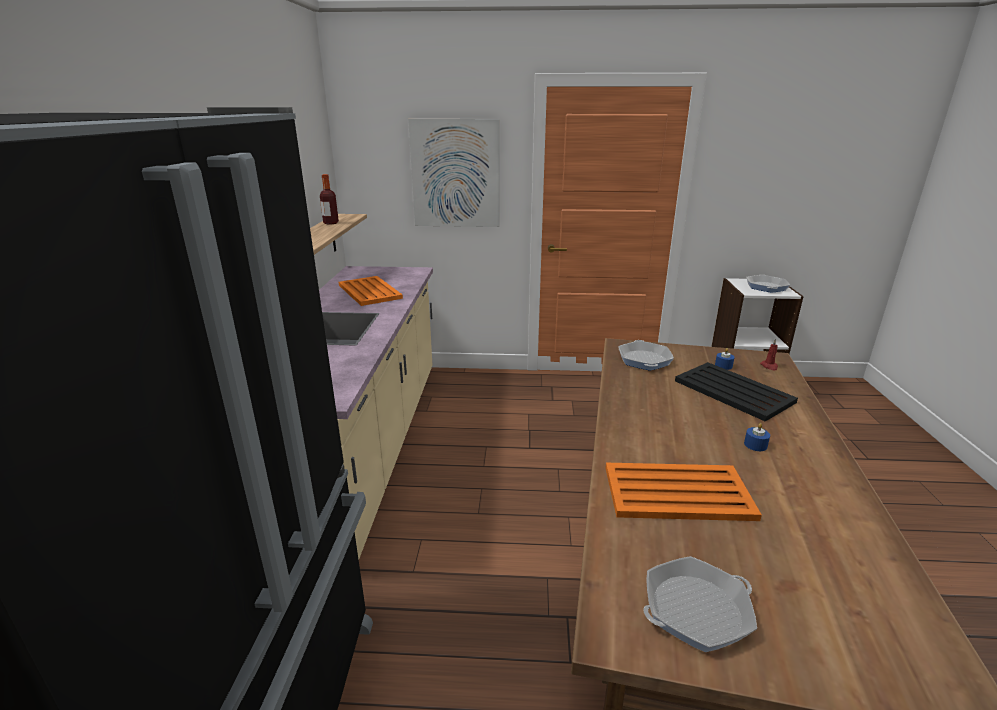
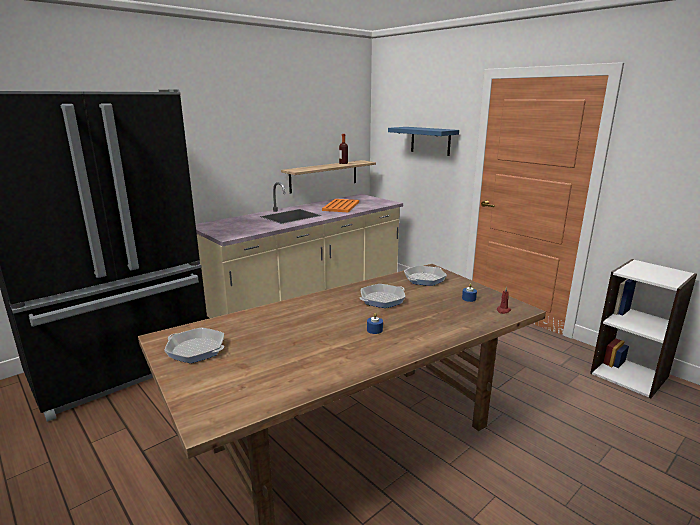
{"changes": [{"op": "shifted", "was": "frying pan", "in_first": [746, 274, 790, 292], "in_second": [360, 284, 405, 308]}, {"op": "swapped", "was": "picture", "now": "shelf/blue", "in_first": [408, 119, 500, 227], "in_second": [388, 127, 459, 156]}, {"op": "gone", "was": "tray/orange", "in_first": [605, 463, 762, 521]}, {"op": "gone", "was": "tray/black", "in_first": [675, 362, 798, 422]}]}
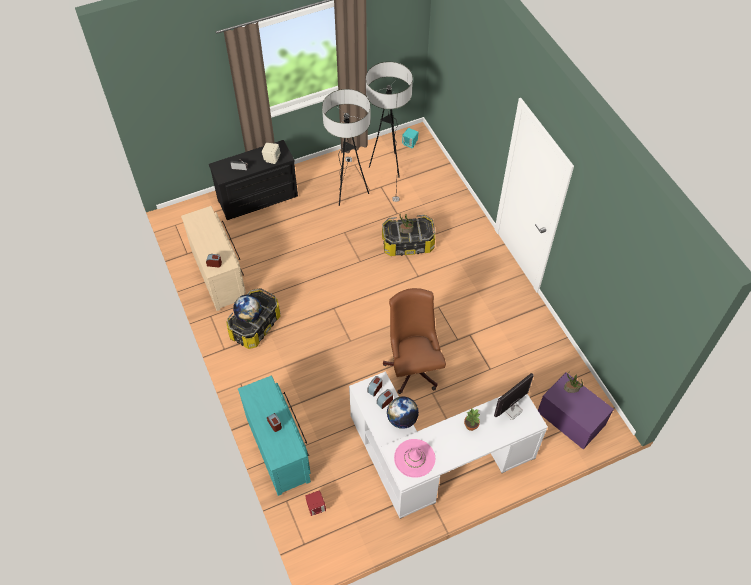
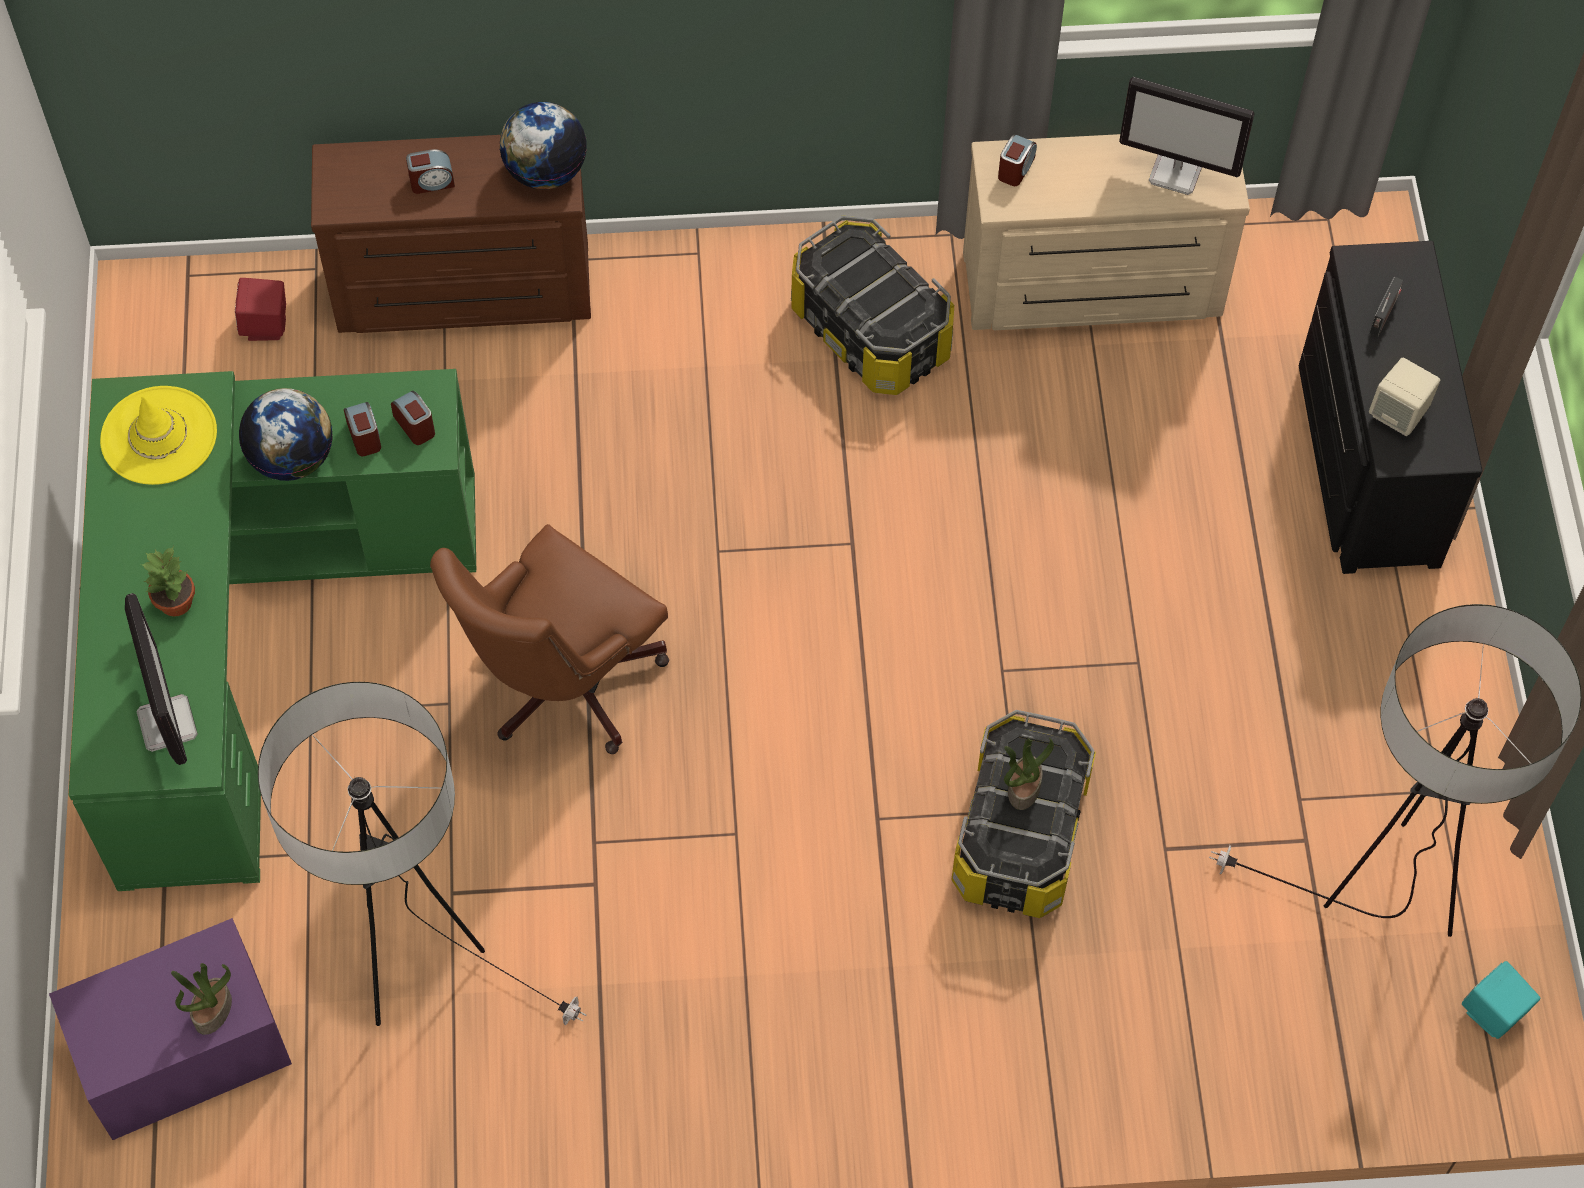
{"changes": [{"op": "repainted", "was": "desk/white", "now": "desk/green", "in_first": [349, 371, 548, 519], "in_second": [69, 369, 476, 891]}, {"op": "repainted", "was": "hat/pink", "now": "hat/yellow", "in_first": [394, 439, 435, 478], "in_second": [100, 386, 217, 485]}, {"op": "shifted", "was": "floor lamp", "in_first": [322, 89, 371, 206], "in_second": [258, 682, 587, 1026]}, {"op": "repainted", "was": "dresser/turquoise", "now": "dresser/brown", "in_first": [238, 376, 311, 496], "in_second": [311, 135, 591, 333]}, {"op": "rotated", "was": "office chair/brown", "in_first": [383, 288, 446, 394], "in_second": [430, 524, 669, 754], "clockwise": 120}, {"op": "shifted", "was": "globe", "in_first": [233, 295, 262, 323], "in_second": [499, 102, 586, 189]}, {"op": "new", "now": "monitor", "in_second": [1119, 77, 1255, 195]}]}
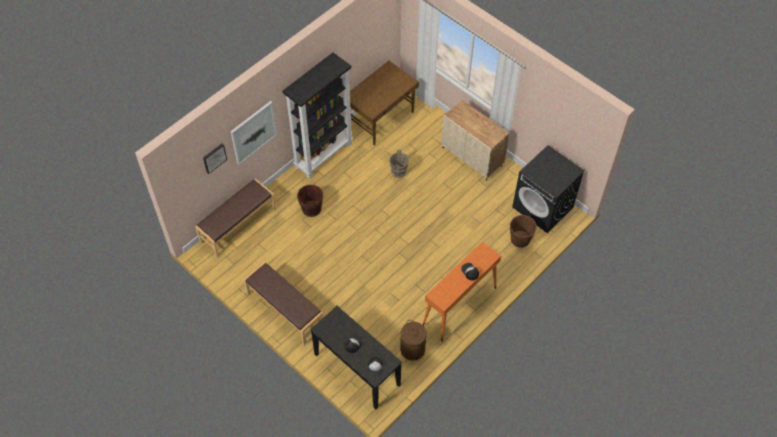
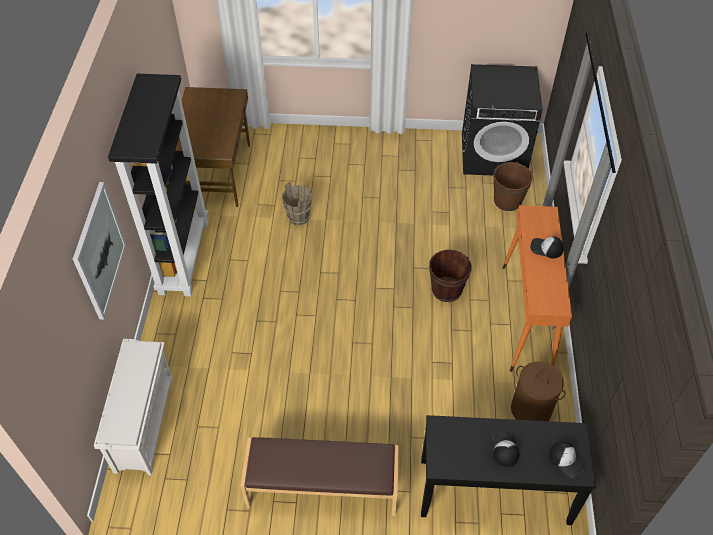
{"changes": [{"op": "swapped", "was": "bench/brown", "now": "shoe rack/white", "in_first": [195, 178, 276, 258], "in_second": [94, 339, 173, 476]}, {"op": "shifted", "was": "bucket/brown", "in_first": [297, 185, 323, 217], "in_second": [429, 250, 472, 302]}, {"op": "gone", "was": "picture", "in_first": [203, 144, 227, 174]}, {"op": "gone", "was": "cabinet/beige", "in_first": [441, 100, 509, 181]}]}
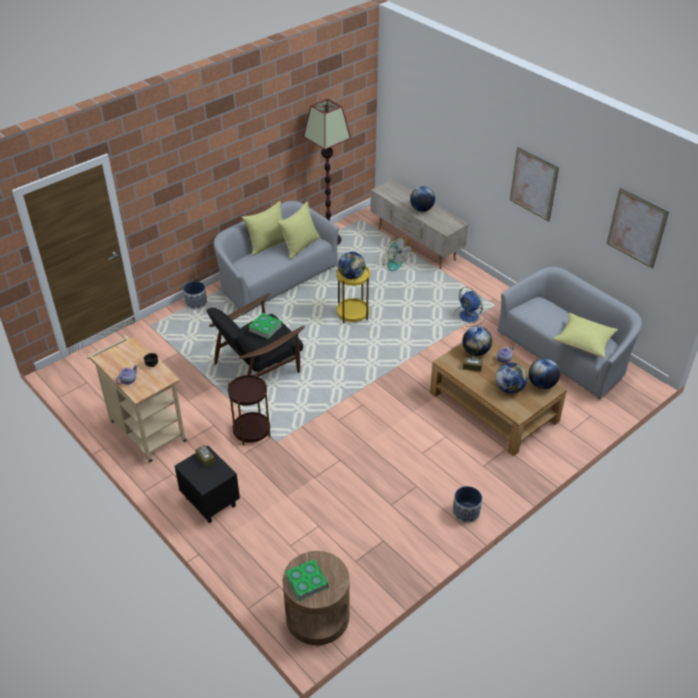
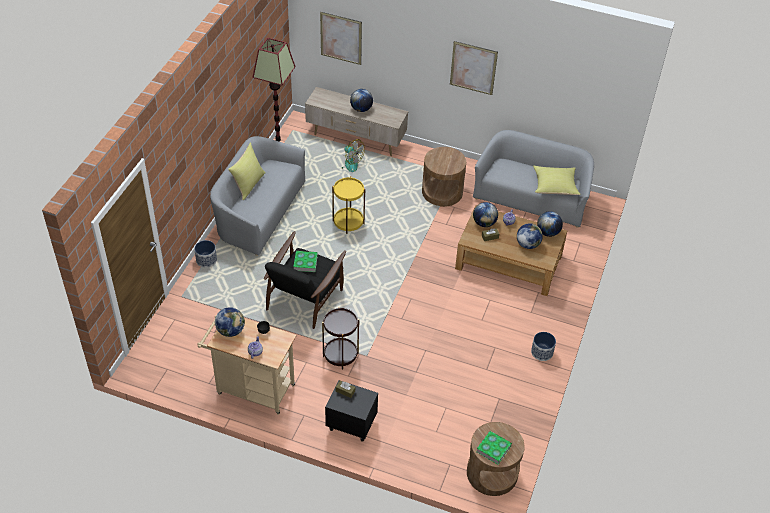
{"changes": [{"op": "shifted", "was": "globe", "in_first": [338, 252, 366, 279], "in_second": [215, 307, 245, 337]}, {"op": "shifted", "was": "picture", "in_first": [607, 188, 669, 269], "in_second": [320, 12, 362, 65]}, {"op": "swapped", "was": "fan/blue", "now": "side table/brown", "in_first": [454, 287, 486, 327], "in_second": [422, 147, 466, 207]}, {"op": "gone", "was": "pillow/yellow", "in_first": [277, 201, 321, 259]}]}
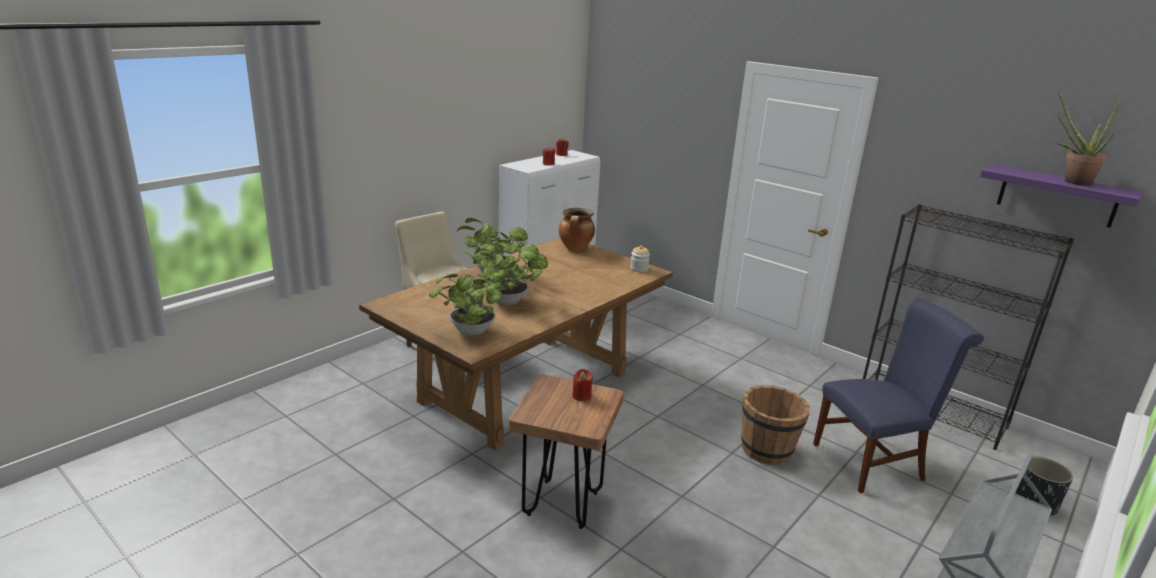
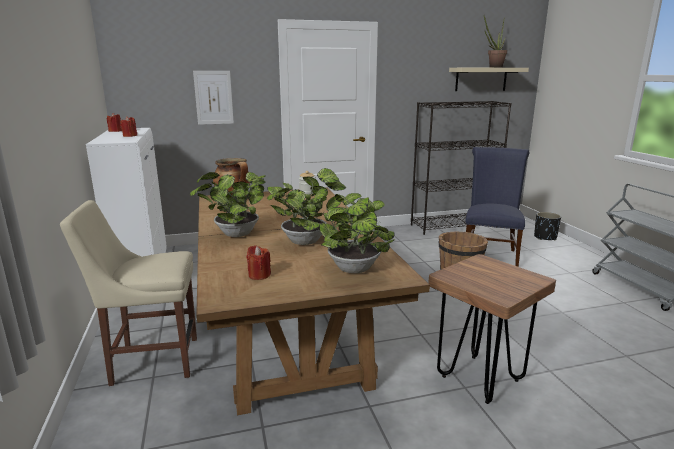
{"changes": [{"op": "new", "now": "picture", "in_second": [193, 71, 234, 125]}, {"op": "shifted", "was": "candle/red", "in_first": [572, 369, 593, 401], "in_second": [247, 245, 271, 280]}, {"op": "repainted", "was": "shelf/purple", "now": "shelf/beige", "in_first": [980, 164, 1144, 228], "in_second": [449, 68, 529, 91]}]}
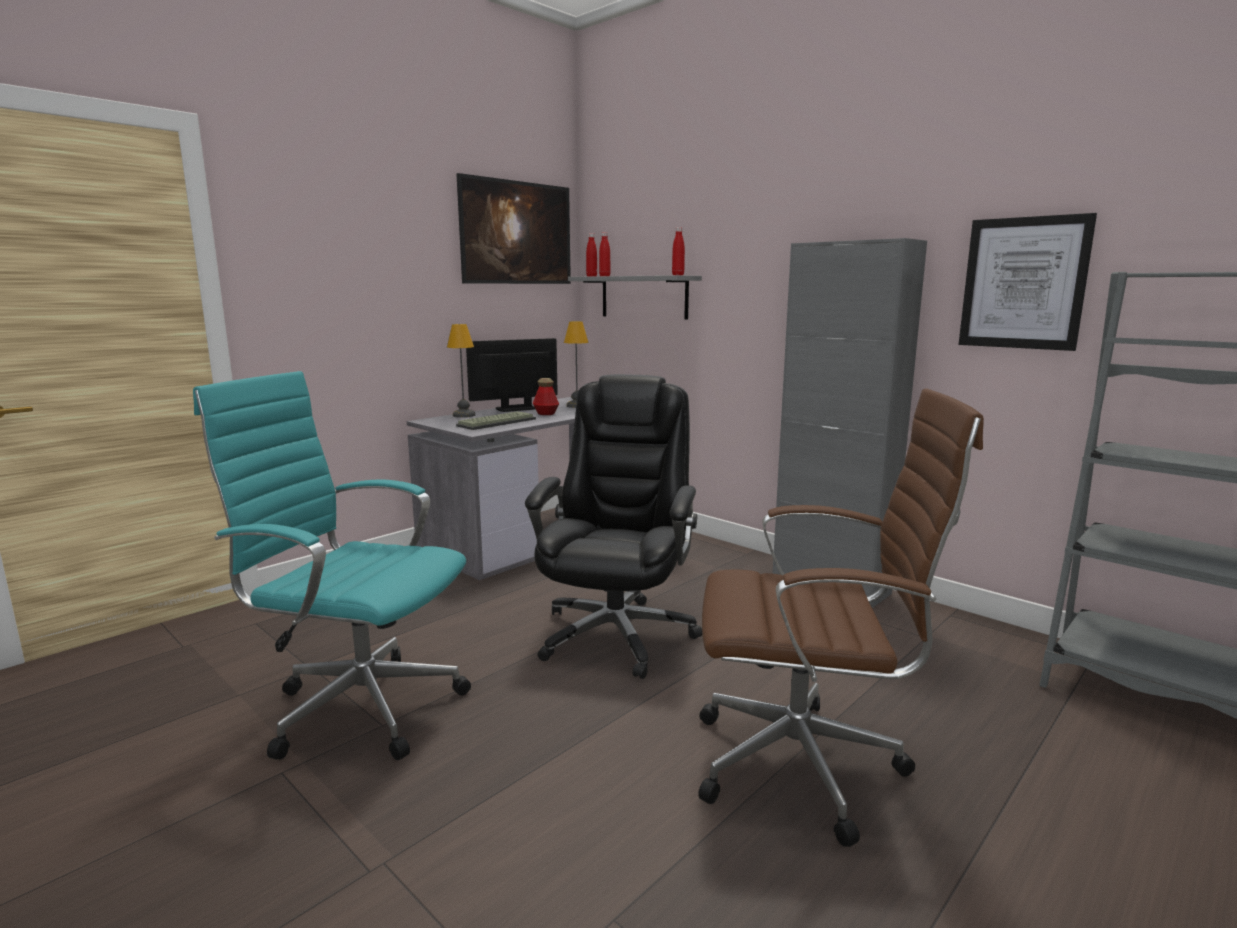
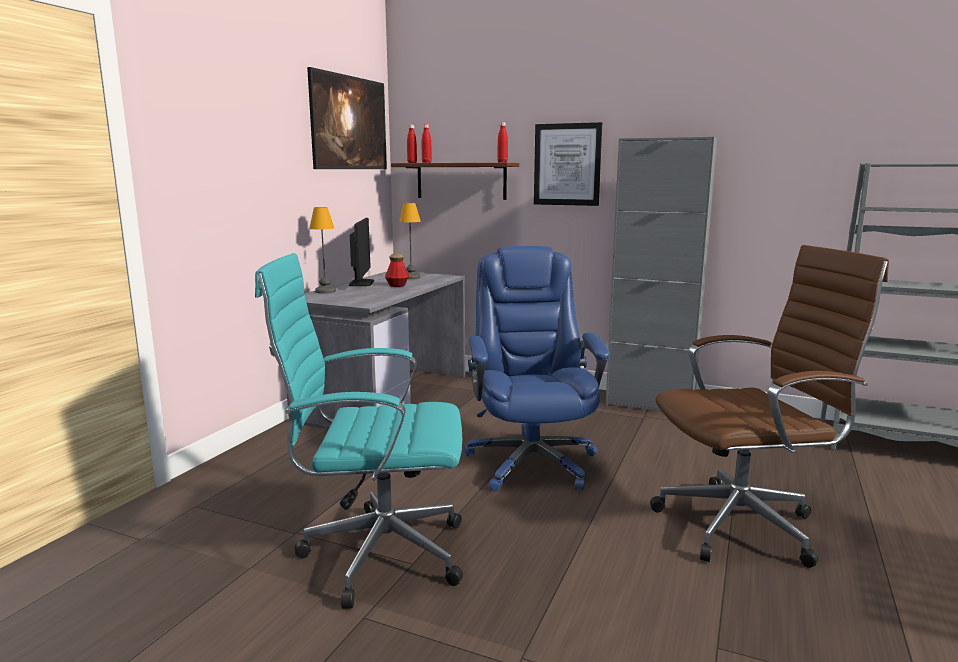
{"changes": [{"op": "rotated", "was": "monitor", "in_first": [466, 338, 558, 412], "in_second": [349, 218, 374, 286], "clockwise": 135}, {"op": "repainted", "was": "shelf/grey", "now": "shelf/brown", "in_first": [568, 275, 702, 320], "in_second": [391, 163, 519, 200]}, {"op": "repainted", "was": "office chair/black", "now": "office chair/blue", "in_first": [525, 374, 702, 679], "in_second": [464, 246, 610, 491]}, {"op": "shifted", "was": "picture", "in_first": [959, 213, 1097, 351], "in_second": [534, 122, 602, 206]}, {"op": "gone", "was": "keyboard", "in_first": [456, 411, 536, 430]}]}
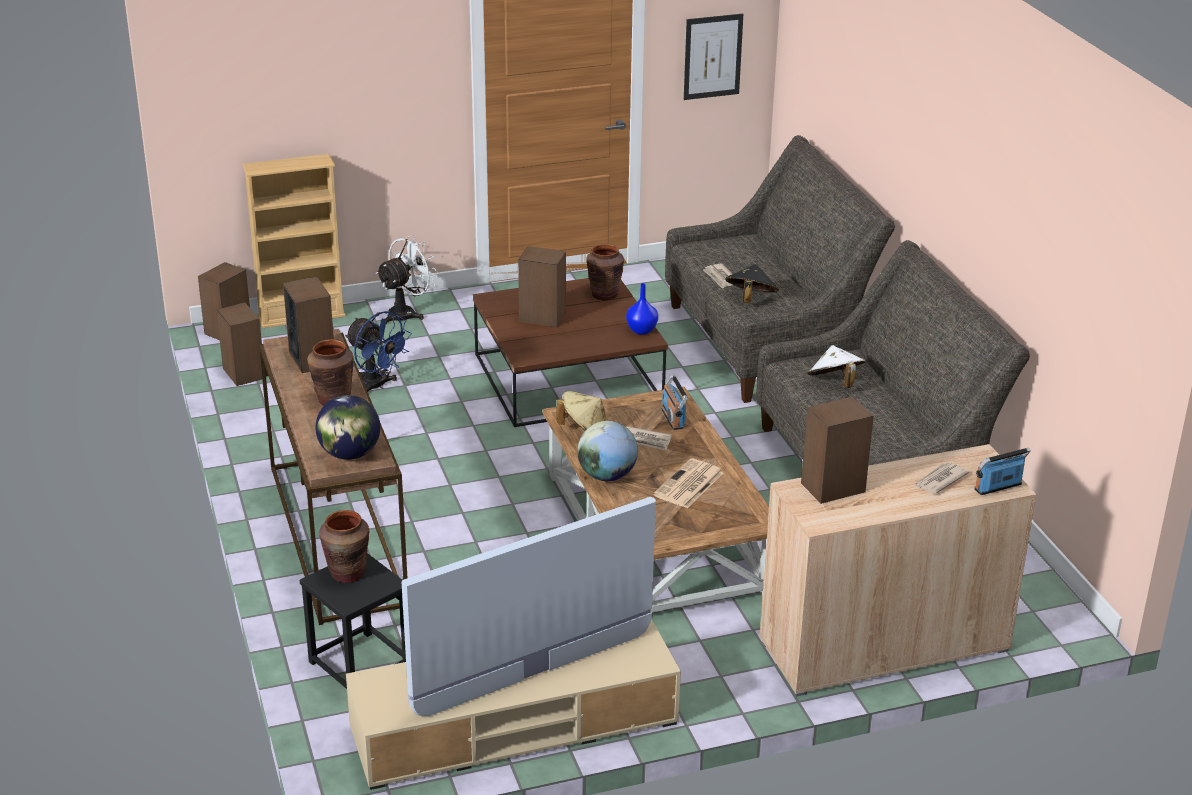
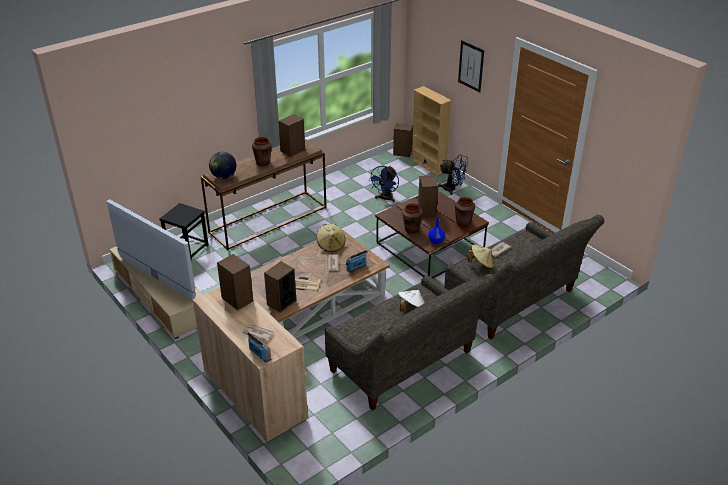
{"changes": [{"op": "shifted", "was": "speaker", "in_first": [216, 302, 262, 386], "in_second": [264, 262, 296, 312]}, {"op": "shifted", "was": "vase/brown", "in_first": [319, 510, 370, 583], "in_second": [402, 203, 423, 234]}, {"op": "repainted", "was": "fan/white", "now": "fan/blue", "in_first": [376, 235, 439, 324], "in_second": [438, 154, 468, 195]}, {"op": "shifted", "was": "picture", "in_first": [684, 14, 743, 100], "in_second": [458, 40, 484, 93]}, {"op": "repainted", "was": "hat/black", "now": "hat/beige", "in_first": [725, 264, 779, 303], "in_second": [467, 245, 495, 269]}, {"op": "gone", "was": "globe", "in_first": [577, 421, 638, 481]}]}
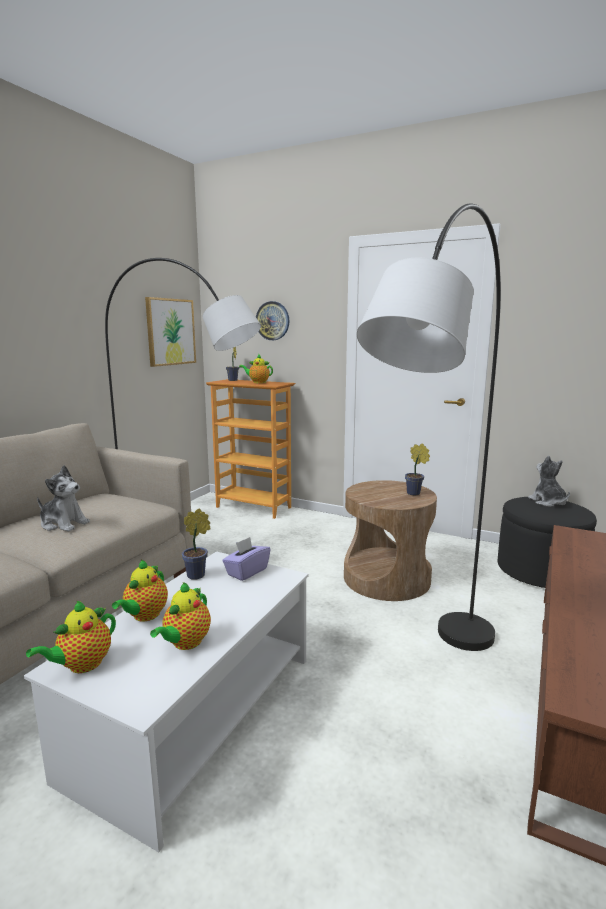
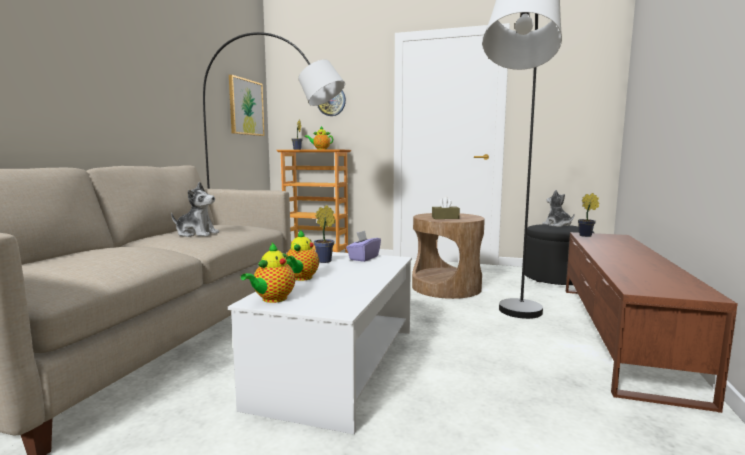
{"changes": [{"op": "new", "now": "tissue box/brown", "in_second": [432, 197, 460, 219]}, {"op": "shifted", "was": "potted plant", "in_first": [405, 443, 430, 495], "in_second": [578, 193, 599, 237]}, {"op": "gone", "was": "teapot", "in_first": [150, 582, 211, 650]}]}
